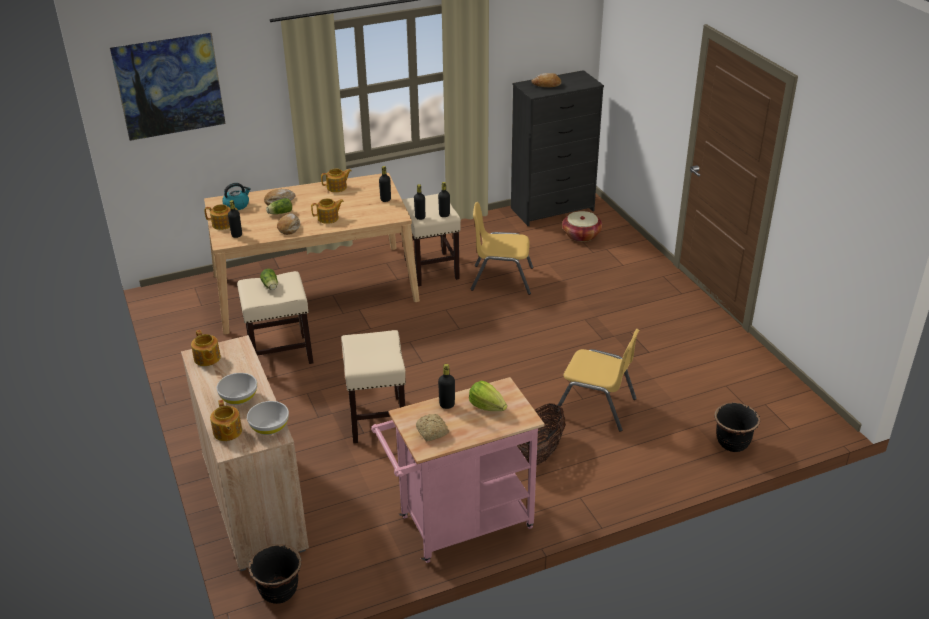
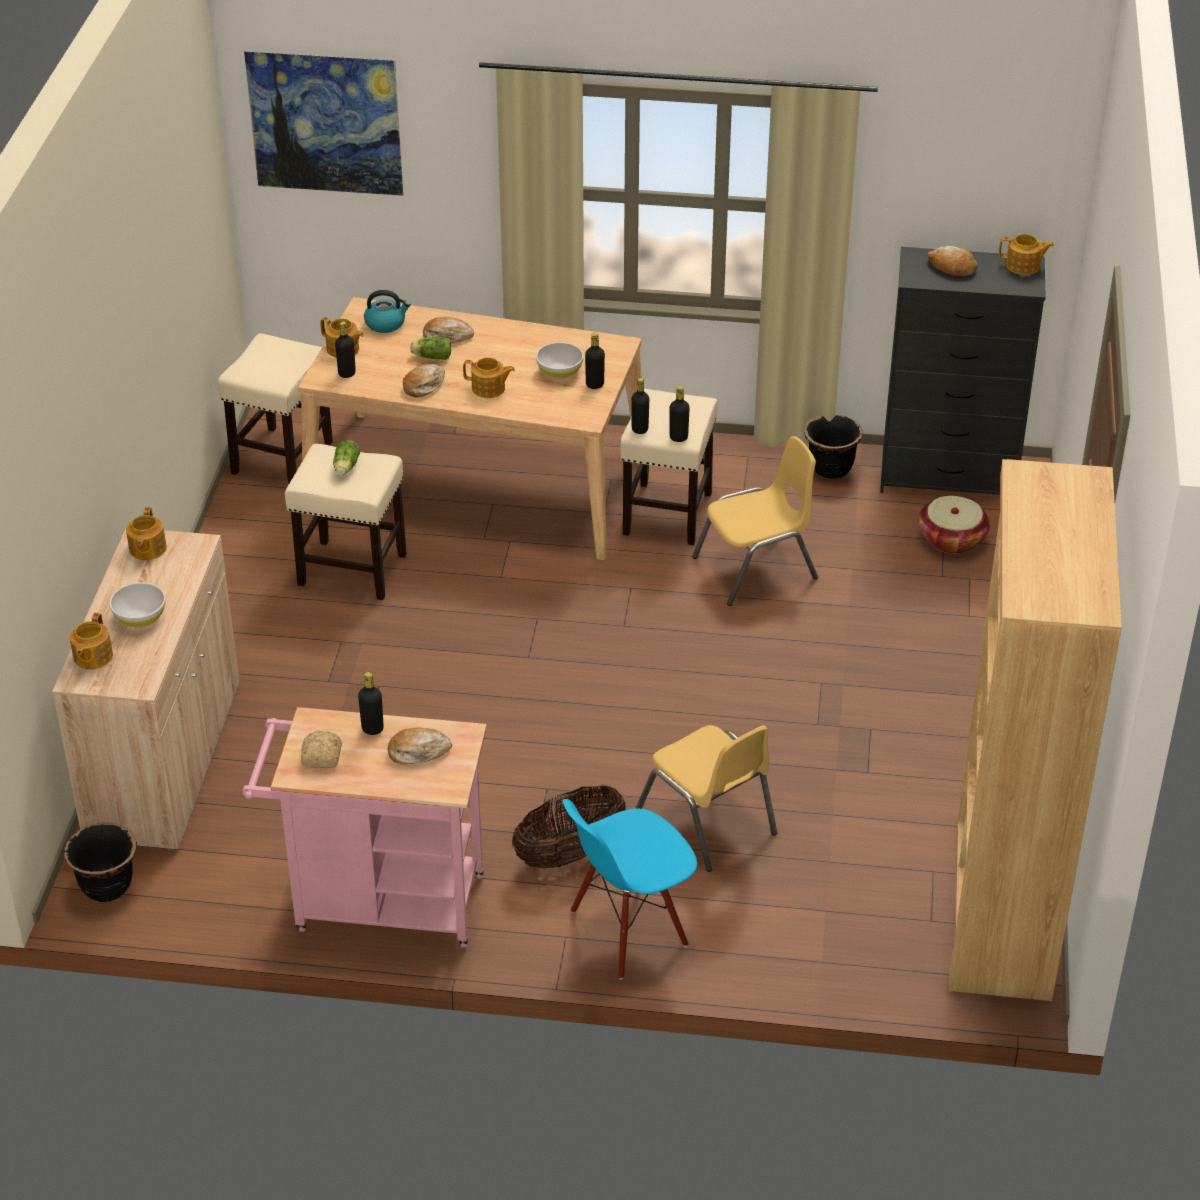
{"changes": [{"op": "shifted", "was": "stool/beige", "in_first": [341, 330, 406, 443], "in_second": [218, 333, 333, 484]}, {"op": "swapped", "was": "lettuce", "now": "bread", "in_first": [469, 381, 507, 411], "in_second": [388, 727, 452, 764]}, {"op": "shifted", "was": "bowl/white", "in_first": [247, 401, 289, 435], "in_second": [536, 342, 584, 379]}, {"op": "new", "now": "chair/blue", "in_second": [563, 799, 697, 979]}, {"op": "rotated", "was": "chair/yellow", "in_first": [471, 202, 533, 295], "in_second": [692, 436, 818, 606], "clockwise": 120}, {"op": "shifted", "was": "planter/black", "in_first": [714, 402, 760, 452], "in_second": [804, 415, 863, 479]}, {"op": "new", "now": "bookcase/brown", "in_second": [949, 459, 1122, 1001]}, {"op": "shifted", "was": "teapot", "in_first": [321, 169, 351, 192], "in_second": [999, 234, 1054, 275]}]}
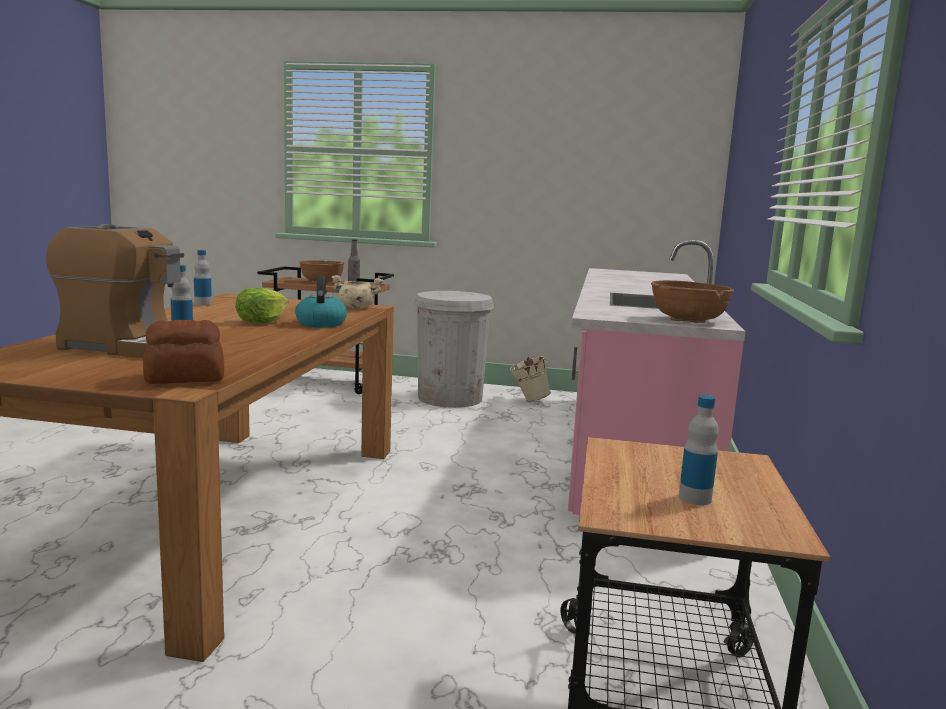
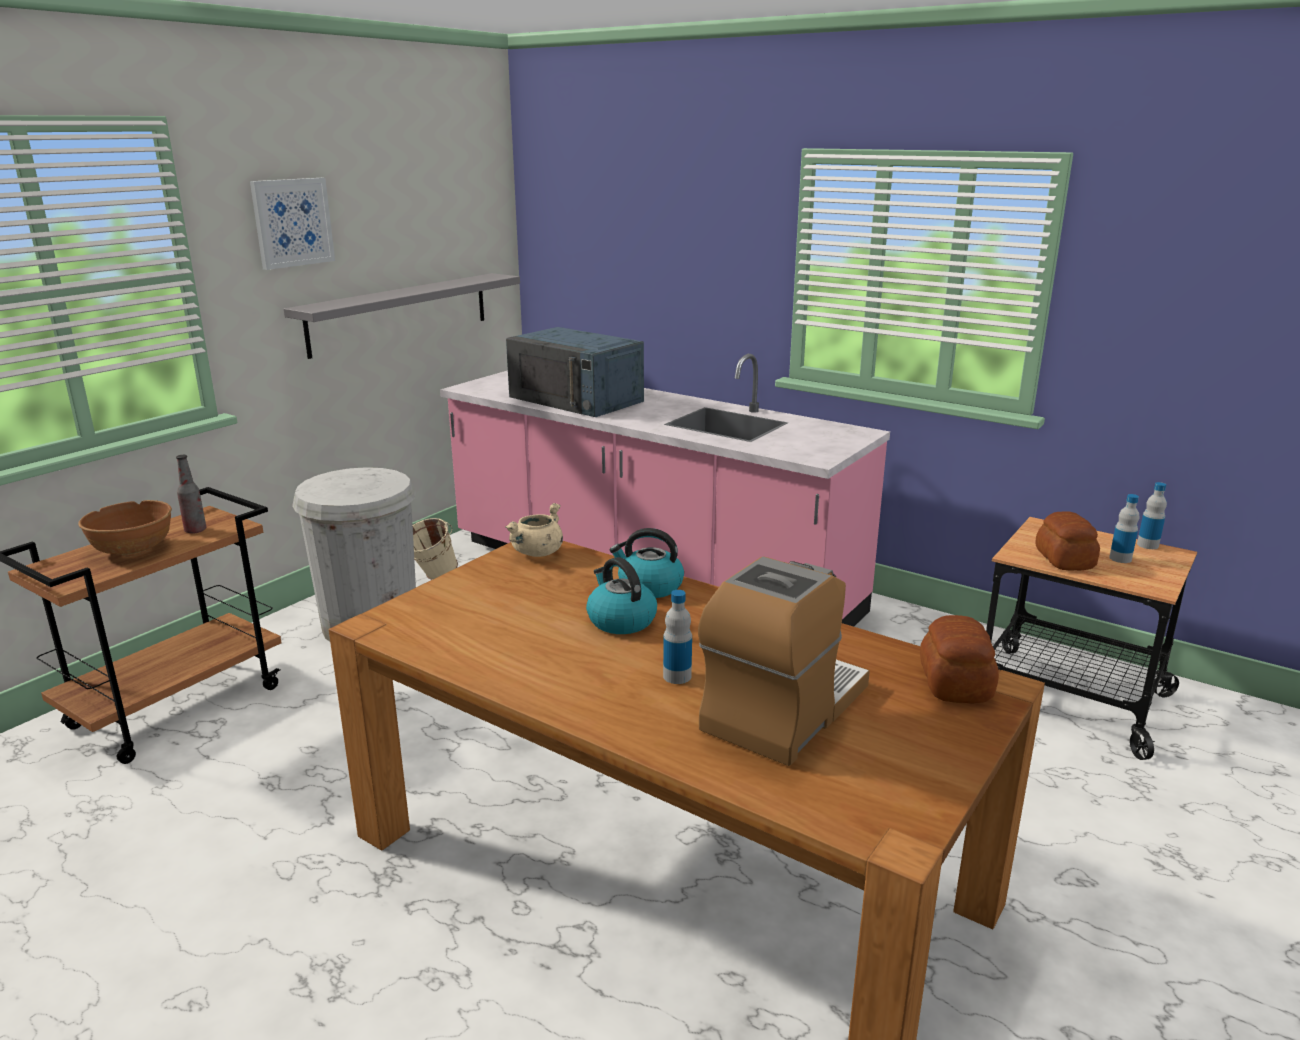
{"changes": [{"op": "new", "now": "picture", "in_second": [250, 178, 335, 270]}, {"op": "new", "now": "shelf/grey", "in_second": [284, 273, 520, 359]}, {"op": "new", "now": "microwave/blue", "in_second": [506, 327, 644, 417]}, {"op": "swapped", "was": "lettuce", "now": "kettle", "in_first": [235, 288, 288, 324], "in_second": [586, 557, 657, 634]}, {"op": "new", "now": "bread", "in_second": [1035, 512, 1100, 570]}, {"op": "shifted", "was": "bottle", "in_first": [194, 250, 212, 305], "in_second": [1137, 482, 1167, 549]}, {"op": "gone", "was": "bowl/brown", "in_first": [651, 280, 734, 323]}]}
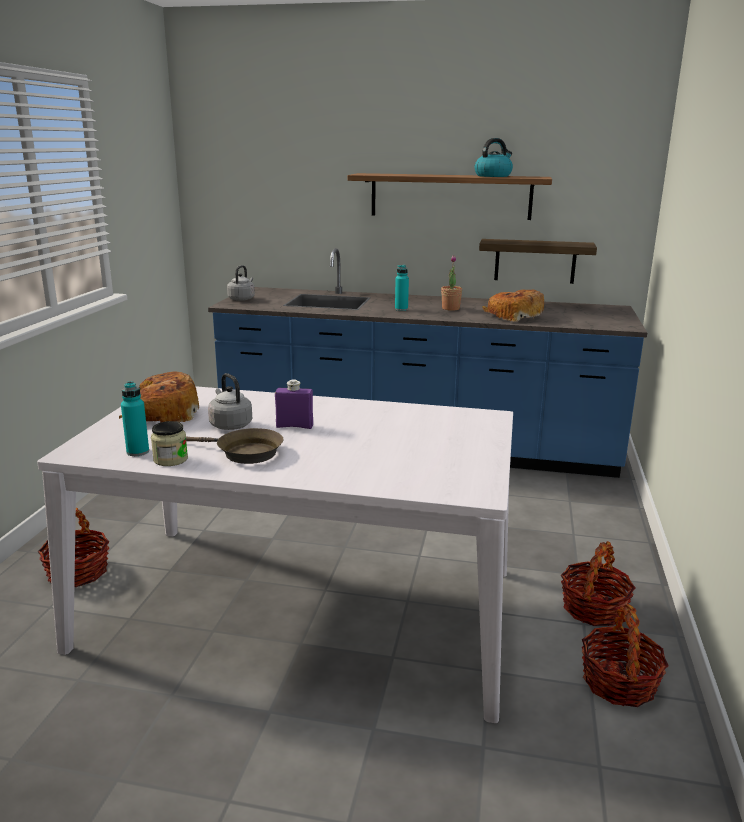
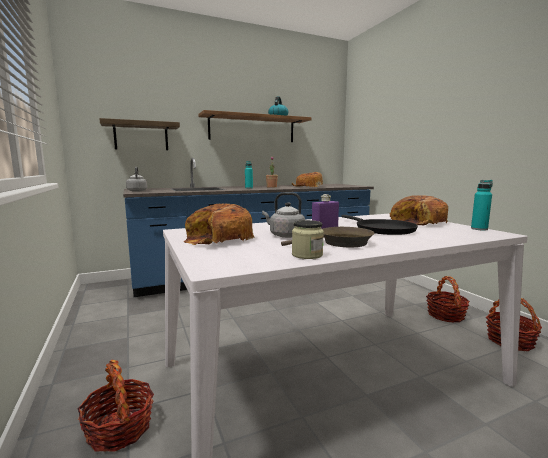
{"changes": [{"op": "shifted", "was": "shelf", "in_first": [479, 239, 597, 284], "in_second": [99, 118, 180, 150]}, {"op": "new", "now": "frying pan/black", "in_second": [341, 215, 418, 235]}, {"op": "new", "now": "bread", "in_second": [390, 195, 448, 225]}, {"op": "shifted", "was": "bottle/turquoise", "in_first": [121, 381, 149, 456], "in_second": [471, 180, 493, 230]}]}
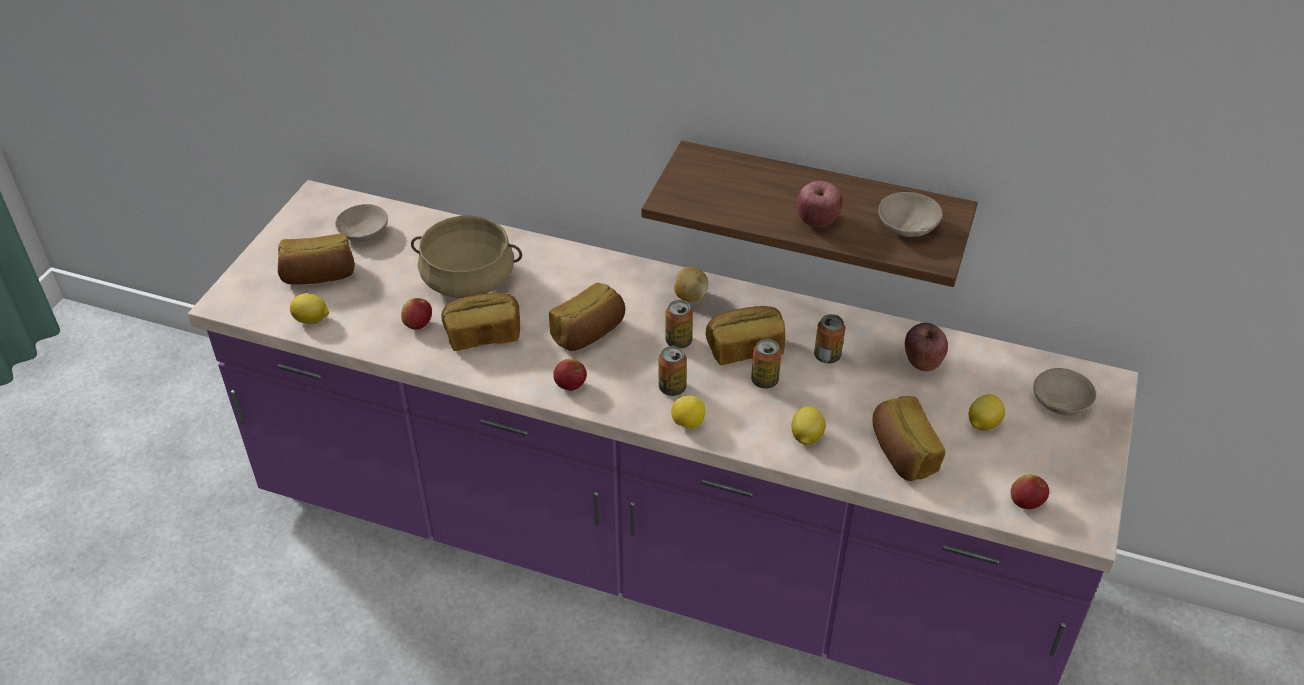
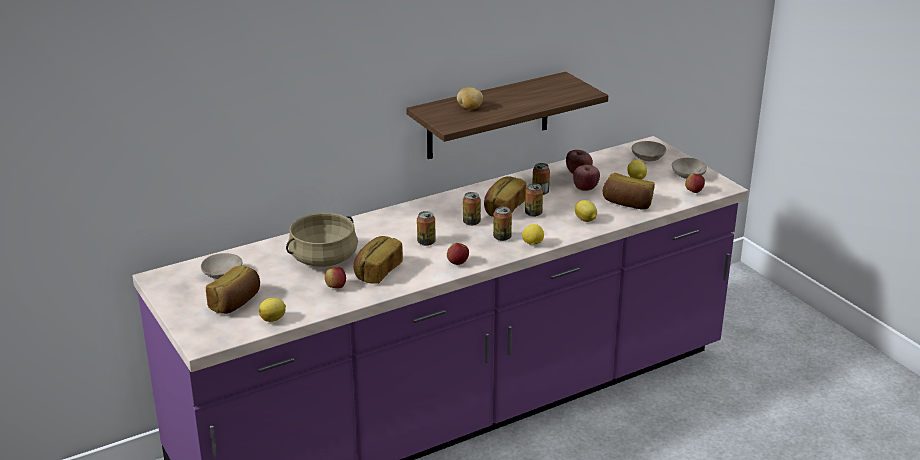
{"changes": [{"op": "swapped", "was": "bread", "now": "can", "in_first": [549, 283, 625, 351], "in_second": [417, 211, 436, 246]}, {"op": "shifted", "was": "potato", "in_first": [674, 267, 708, 302], "in_second": [457, 87, 483, 109]}, {"op": "shifted", "was": "apple", "in_first": [797, 181, 843, 227], "in_second": [573, 165, 600, 191]}, {"op": "shifted", "was": "bowl/beige", "in_first": [878, 192, 943, 237], "in_second": [672, 158, 707, 179]}]}
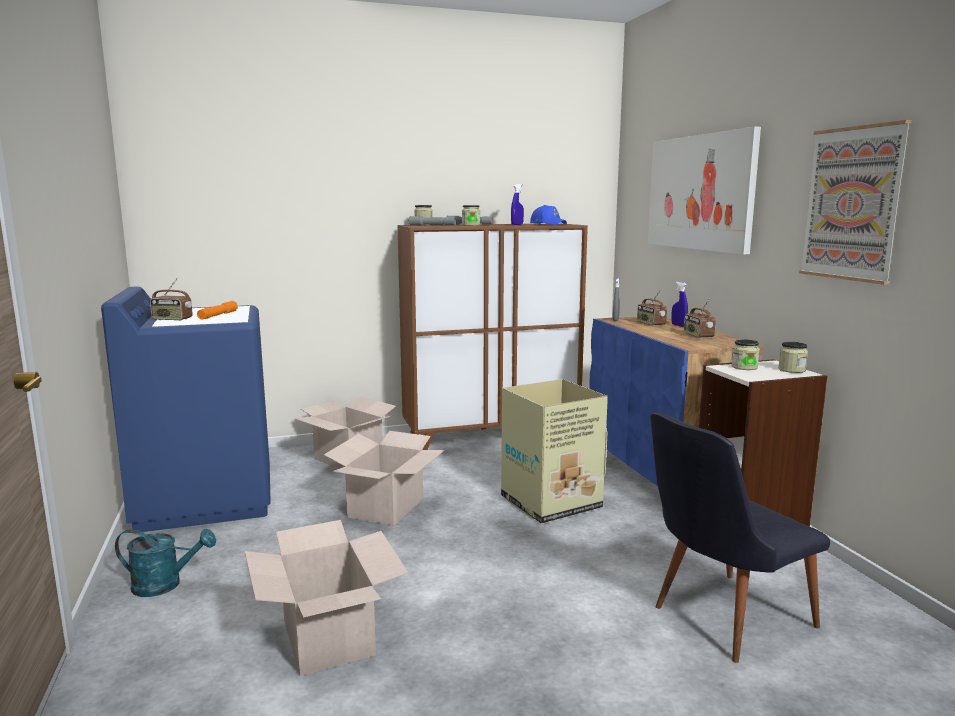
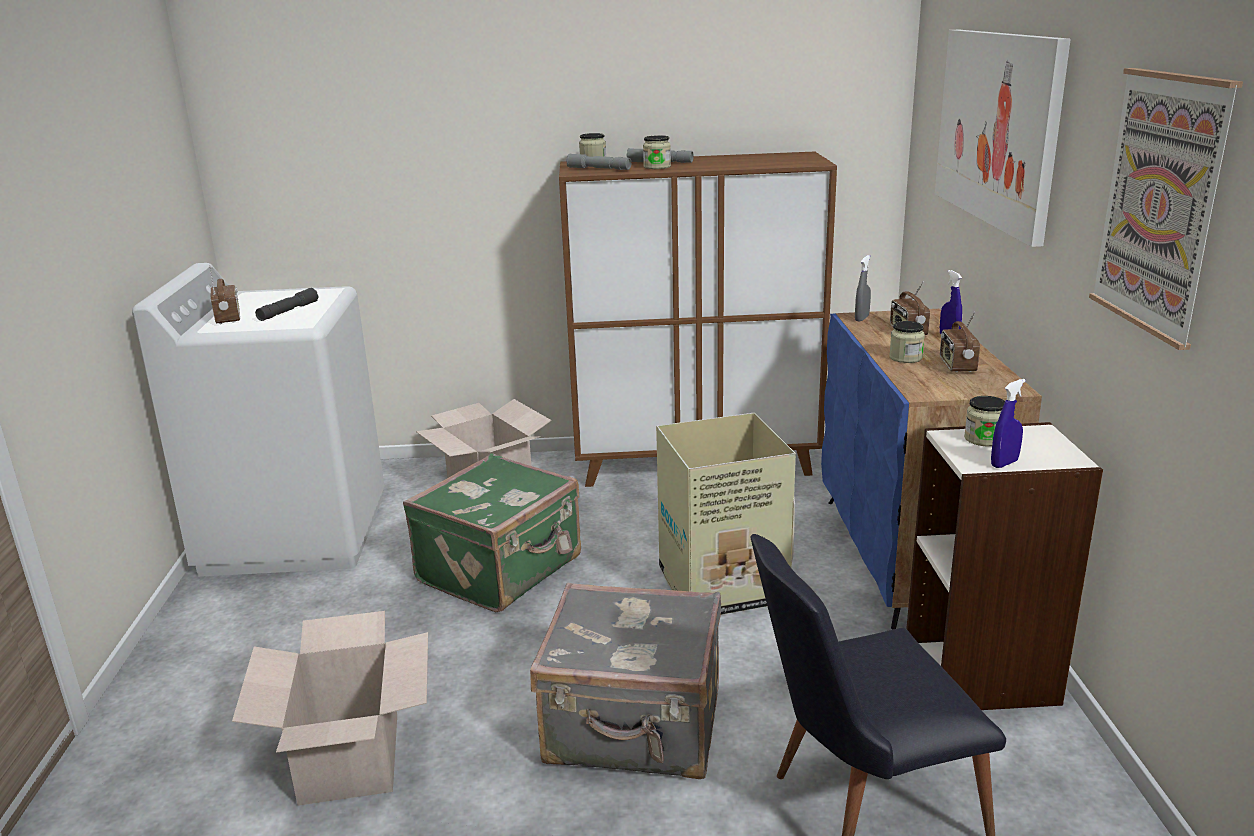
{"changes": [{"op": "repainted", "was": "washing machine/blue", "now": "washing machine/white", "in_first": [101, 286, 271, 532], "in_second": [132, 263, 385, 577]}, {"op": "rotated", "was": "radio", "in_first": [150, 277, 192, 321], "in_second": [210, 265, 240, 324], "clockwise": -135}, {"op": "repainted", "was": "flashlight/orange", "now": "flashlight/grey", "in_first": [197, 301, 238, 320], "in_second": [255, 288, 319, 321]}, {"op": "swapped", "was": "cardboard box", "now": "suitcase/green", "in_first": [324, 431, 444, 526], "in_second": [403, 453, 581, 612]}, {"op": "new", "now": "suitcase/grey", "in_second": [530, 583, 721, 779]}, {"op": "shifted", "was": "jar", "in_first": [778, 342, 808, 373], "in_second": [889, 321, 925, 363]}, {"op": "shifted", "was": "spray bottle/blue", "in_first": [511, 184, 524, 225], "in_second": [991, 379, 1026, 468]}, {"op": "gone", "was": "watering can/turquoise", "in_first": [115, 529, 216, 597]}, {"op": "gone", "was": "cap/blue", "in_first": [530, 205, 567, 225]}]}
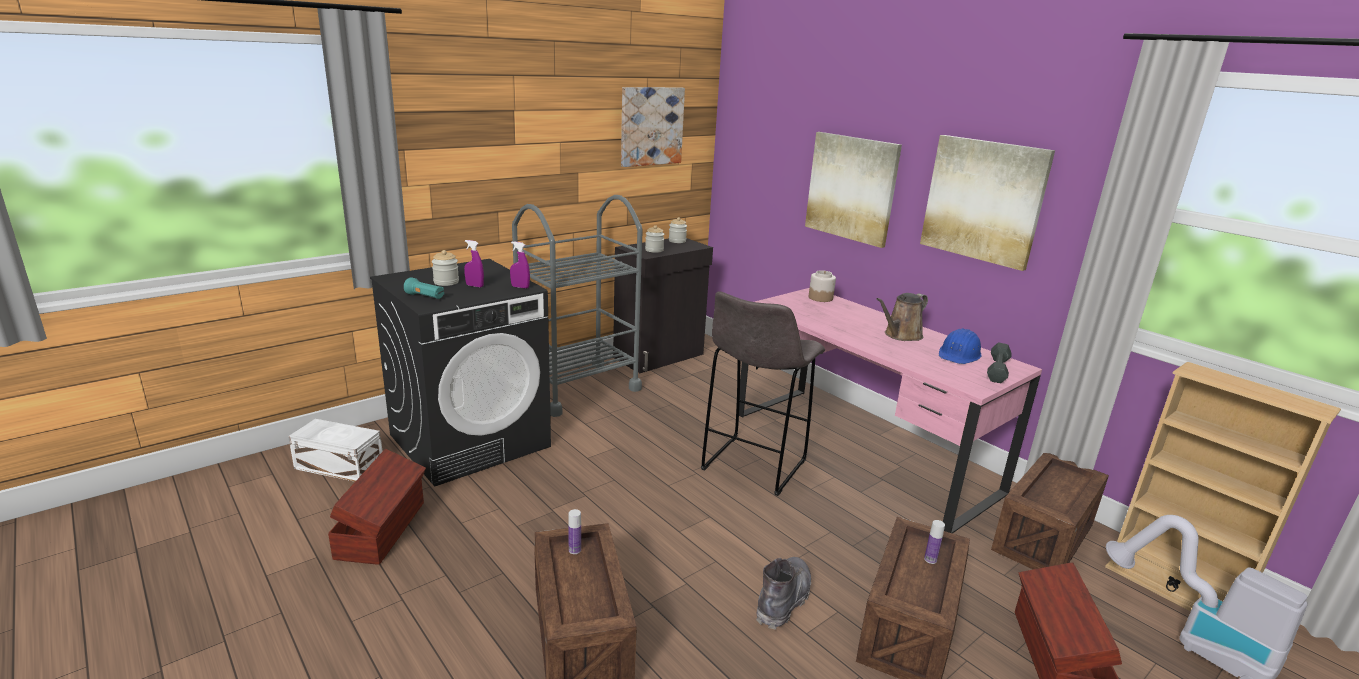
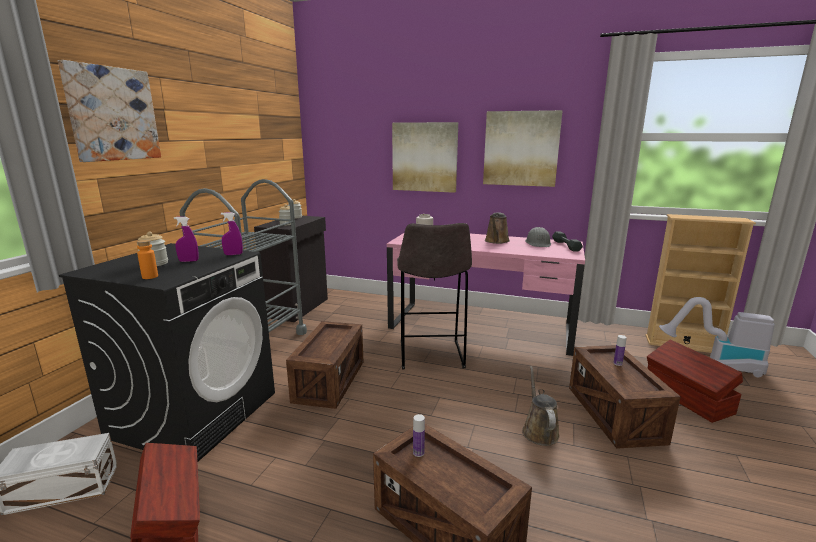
{"changes": [{"op": "shifted", "was": "picture", "in_first": [621, 87, 685, 167], "in_second": [58, 60, 161, 162]}, {"op": "swapped", "was": "flashlight/turquoise", "now": "bottle/orange", "in_first": [404, 277, 444, 299], "in_second": [137, 240, 158, 279]}, {"op": "shifted", "was": "crate", "in_first": [991, 453, 1109, 569], "in_second": [286, 321, 363, 409]}, {"op": "swapped", "was": "boot/grey", "now": "watering can/brown", "in_first": [756, 557, 811, 629], "in_second": [522, 366, 560, 446]}, {"op": "repainted", "was": "hard hat/blue", "now": "hard hat/grey", "in_first": [939, 328, 982, 364], "in_second": [525, 227, 551, 247]}]}
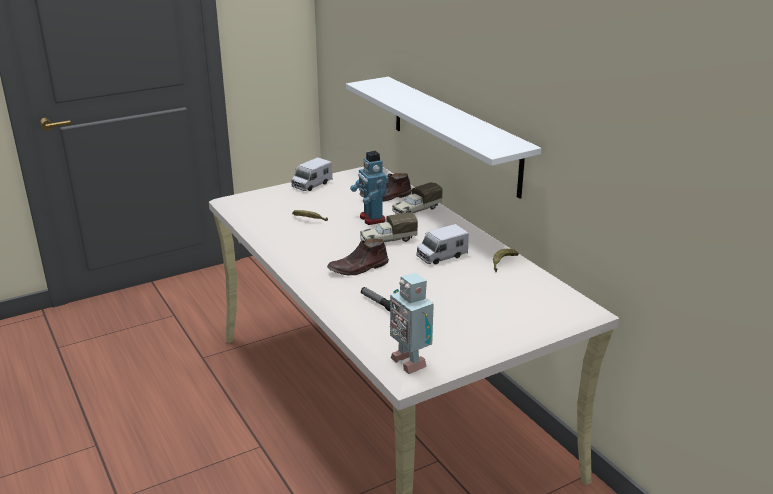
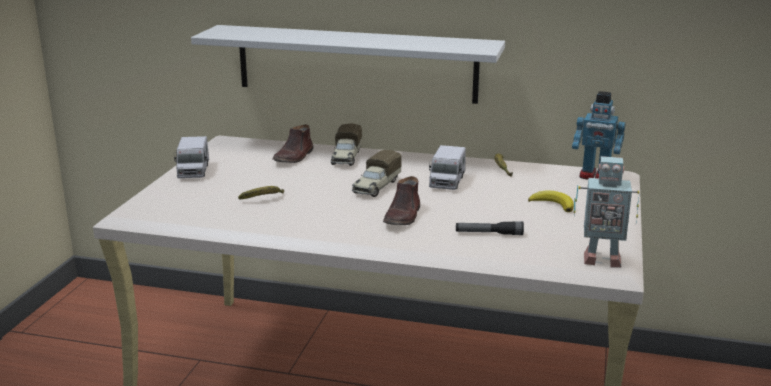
{"changes": [{"op": "new", "now": "banana", "in_second": [528, 190, 574, 212]}, {"op": "shifted", "was": "toy robot", "in_first": [350, 151, 388, 225], "in_second": [572, 91, 625, 179]}]}
